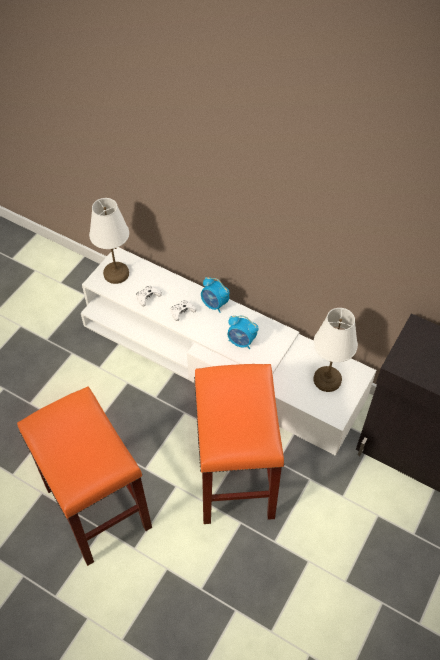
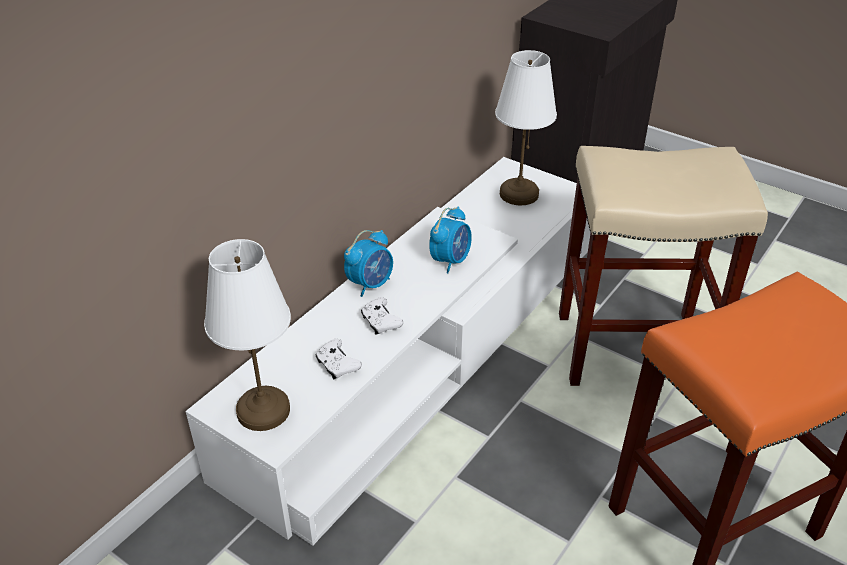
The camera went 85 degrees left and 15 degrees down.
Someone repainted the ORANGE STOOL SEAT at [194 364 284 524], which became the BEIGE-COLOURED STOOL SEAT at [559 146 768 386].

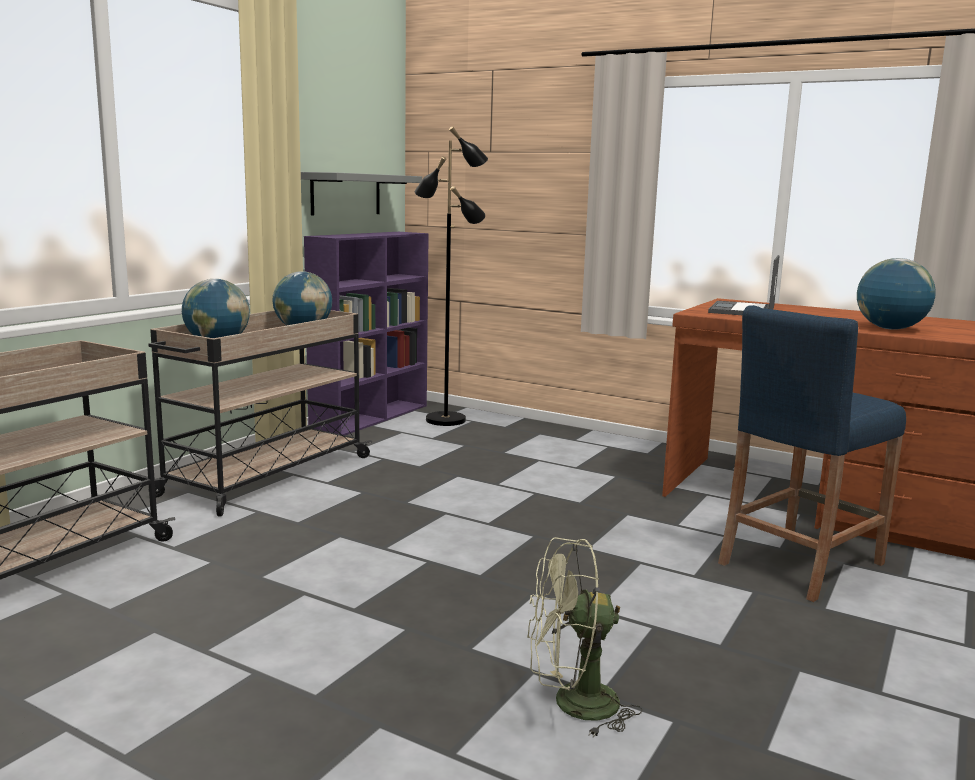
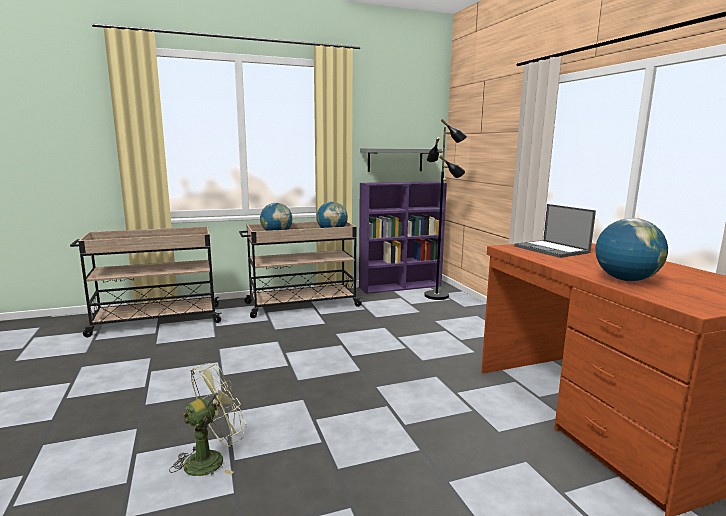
The camera went 40 degrees right and 0 degrees up.
Someone rotated the PORTABLE COMPUTER at [708 255 780 315] by 90 degrees counterclockwise.
Someone took away the BLUISH STOOL SEAT at [718 305 906 602].
Someone rotated the GREENISH ELECTRIC FAN at [527 537 642 737] by 105 degrees clockwise.

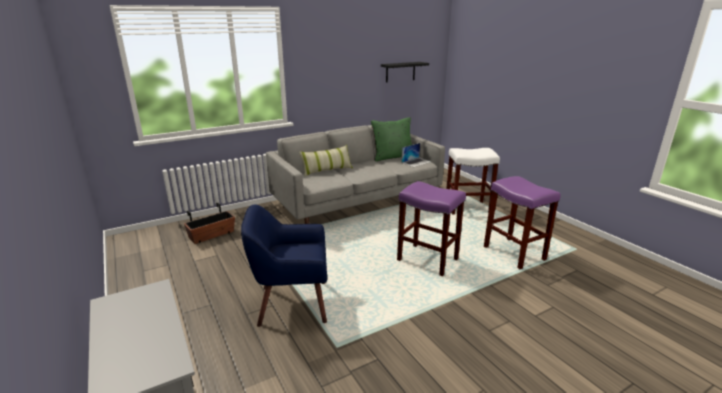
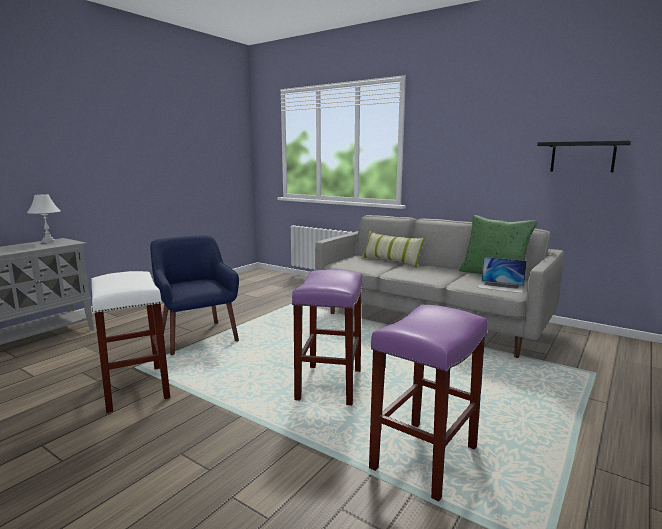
The camera went 65 degrees right and 10 degrees down.
Someone carried the WHITE-COLOURED STOOL SEAT from [446 148 500 214] to [91 271 170 413].
Someone took away the PLANT POT at [184 203 235 244].
Someone put down the WHITE-COLOURED TABLETOP LAMP at [27 194 60 243].

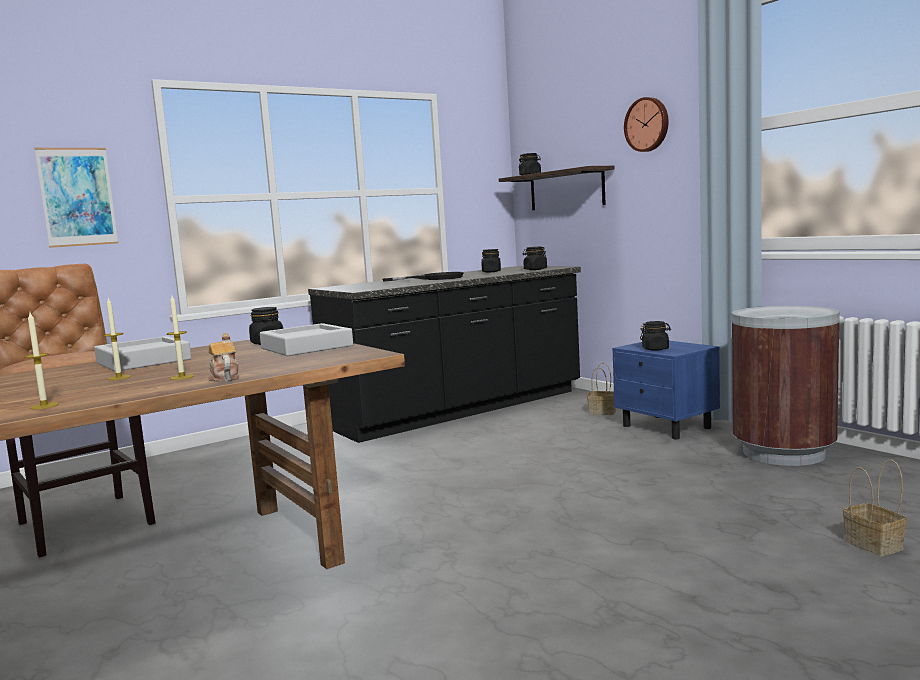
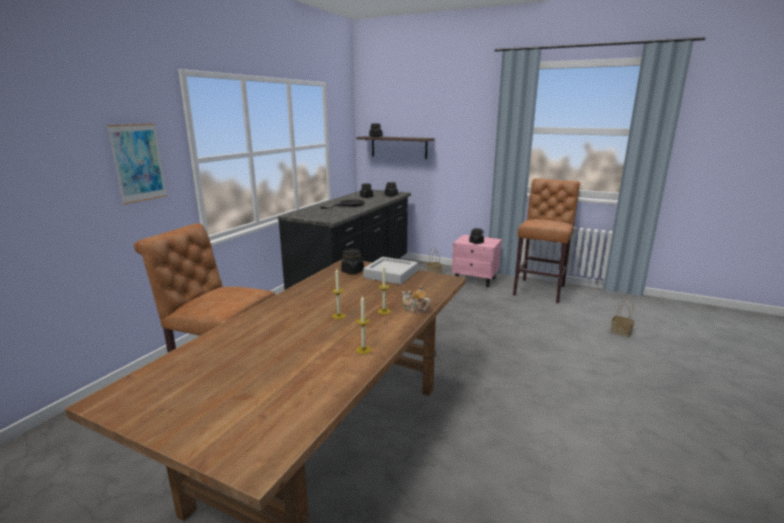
The camera went 30 degrees left and 10 degrees up.
Someone took away the CLOCK ON THE WALL at [624 97 669 152].
Someone swapped the BROWN RUBBISH BIN at [732 306 840 466] for the BROWN STOOL SEAT at [513 178 580 303].
Someone took away the GREYISH TRAY at [94 336 192 371].
Someone repainted the BLUISH BEDSIDE TABLE at [612 341 720 439], which became the PINK BEDSIDE TABLE at [452 235 502 287].

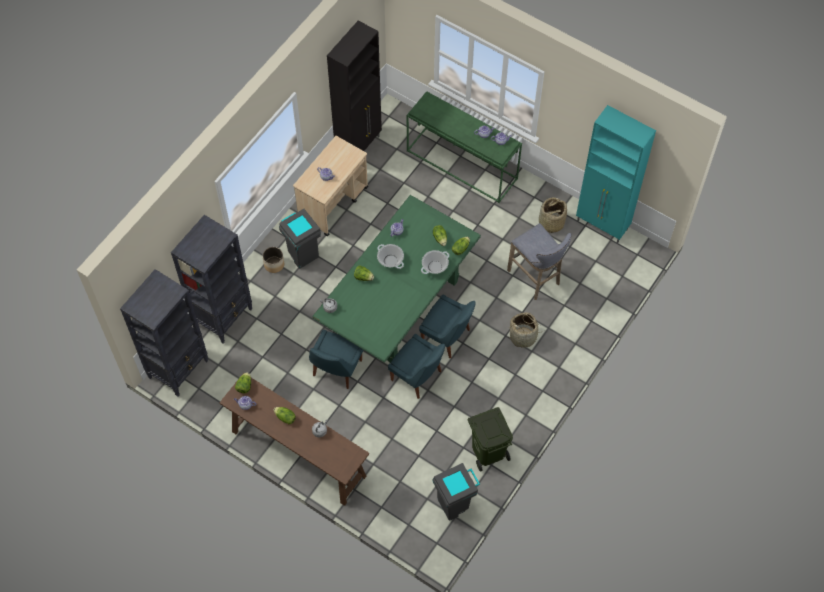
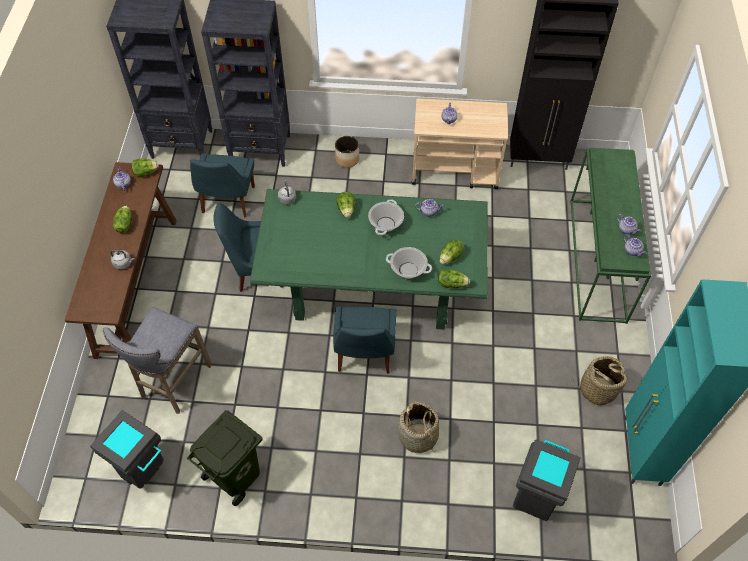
The camera went 60 degrees right and 5 degrees down.
Someone carried the GREYISH RUBBISH BIN from [279 209 321 269] to [513 439 581 521].
Someone carried the GREYISH STOOL SEAT from [507 223 572 300] to [103 307 212 414].
Someone carried the BLUISH PLAIN CHAIR from [388 334 445 399] to [190 153 255 217].

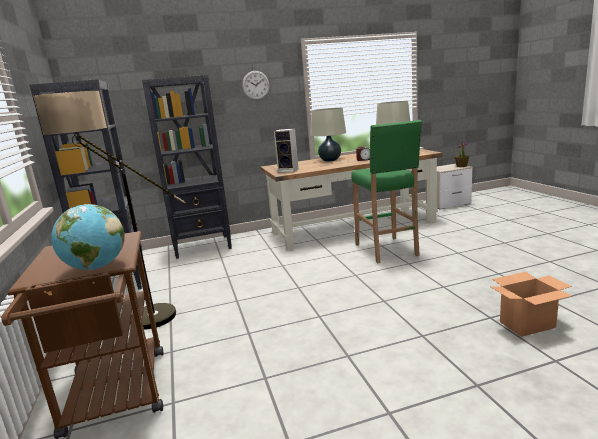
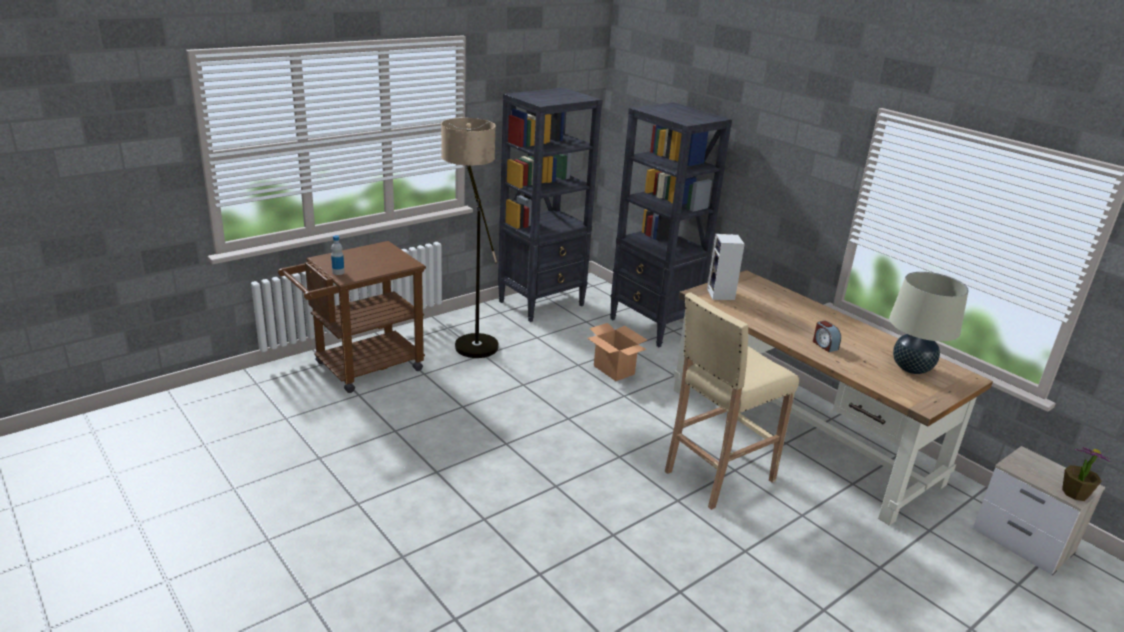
The camera went 65 degrees right and 10 degrees up.
Someone took away the CLOCK ON THE WALL at [242 71 270 100].
Someone took away the BEIGE-COLOURED TABLETOP LAMP at [311 107 346 162].
Someone repainted the GREENISH STOOL SEAT at [351 120 422 264], which became the BEIGE-COLOURED STOOL SEAT at [665 292 799 510].
Someone swapped the WORLD GLOBE at [51 204 125 270] for the BOTTLE at [331 235 345 275].
Someone carried the PACKING BOX from [491 272 572 337] to [587 323 647 381].

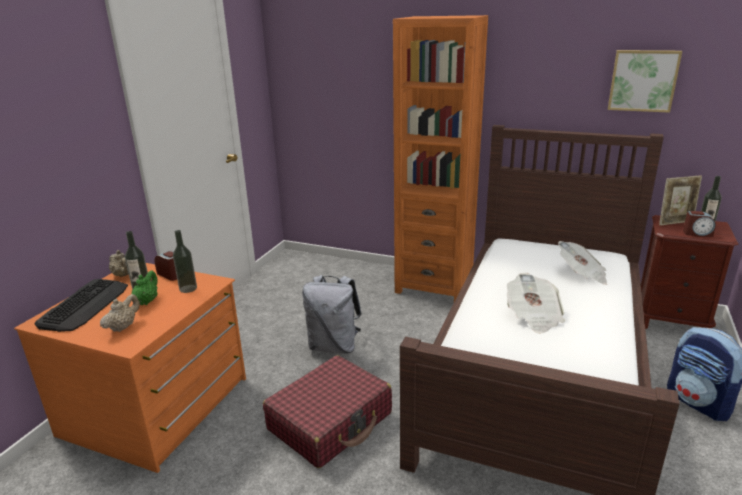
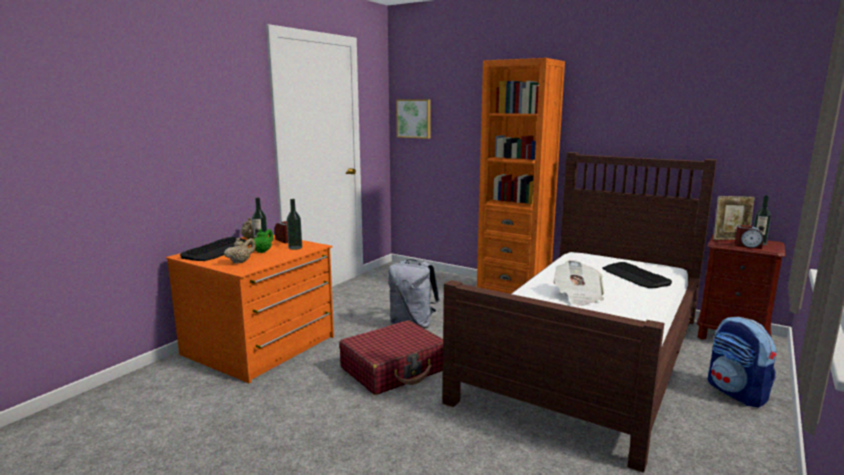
The camera went 10 degrees right and 10 degrees down.
Someone carried the WALL ART from [608 50 682 113] to [396 99 431 139].
Someone swapped the PRINTED PAPER at [558 241 607 285] for the PC KEYBOARD at [602 262 672 288].

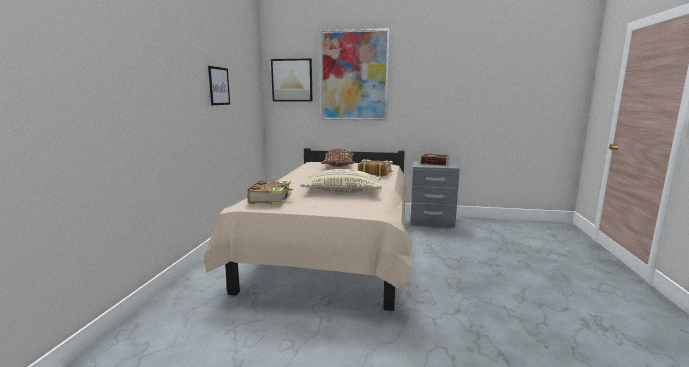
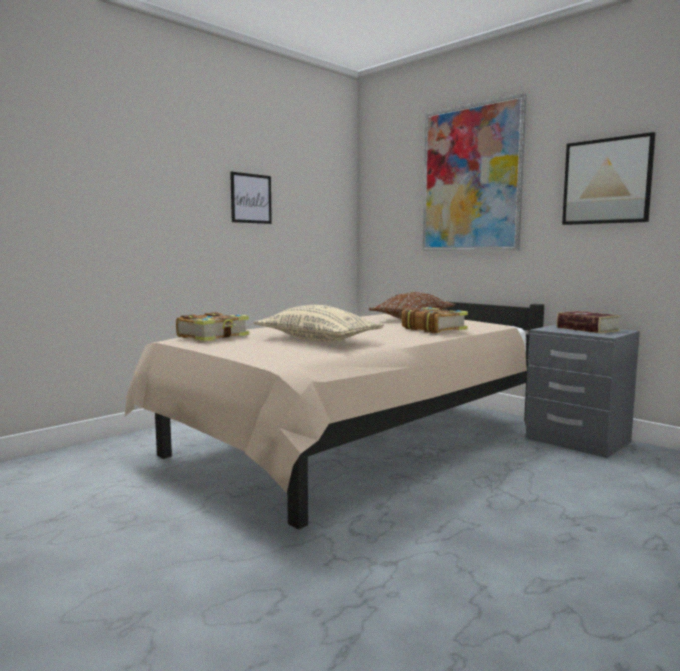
The camera went 35 degrees right and 5 degrees down.
Someone carried the WALL ART from [271 58 313 102] to [562 132 655 225].

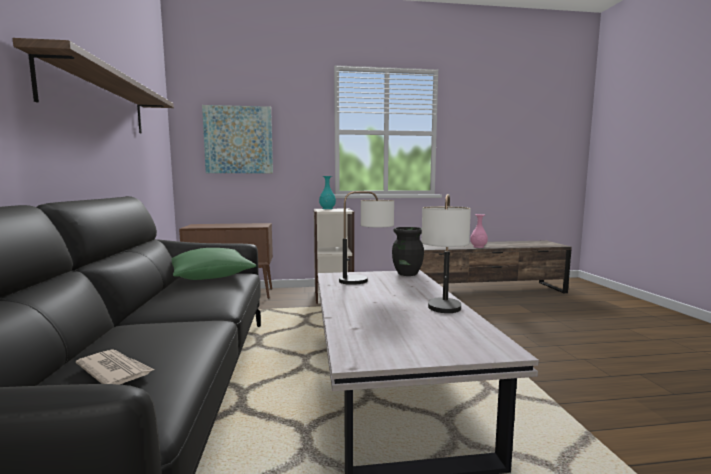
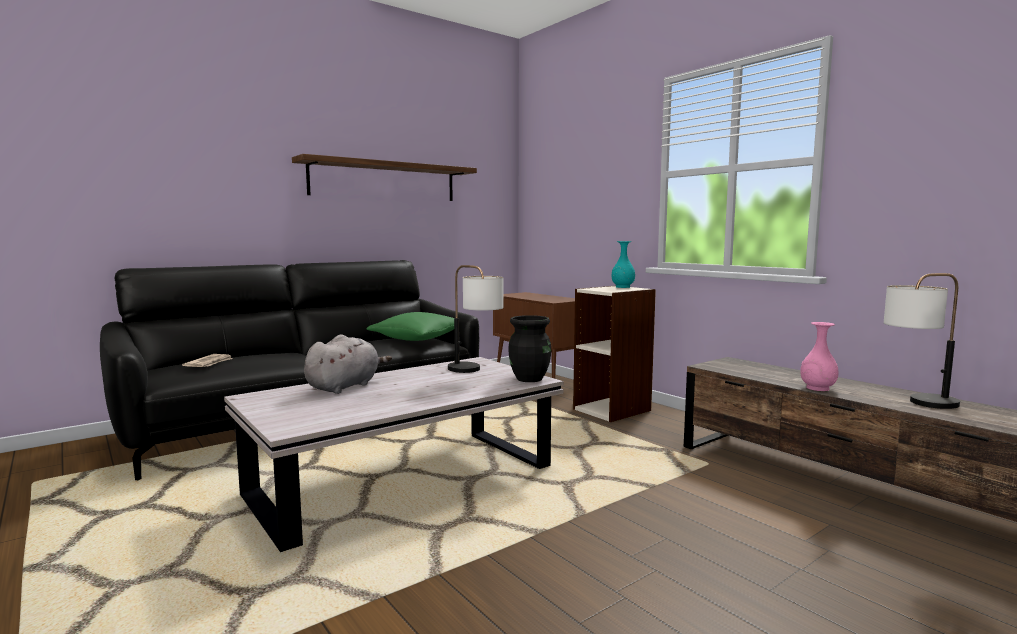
The camera went 60 degrees right and 0 degrees up.
Someone took away the WALL ART at [202 105 273 173].
Someone carried the TABLETOP LAMP from [422 194 471 313] to [884 273 960 409].
Someone put down the GREYISH PLUSH TOY at [304 334 392 394].

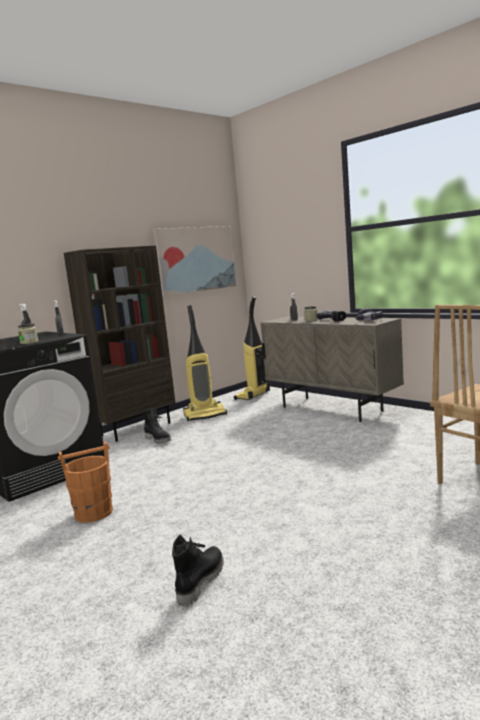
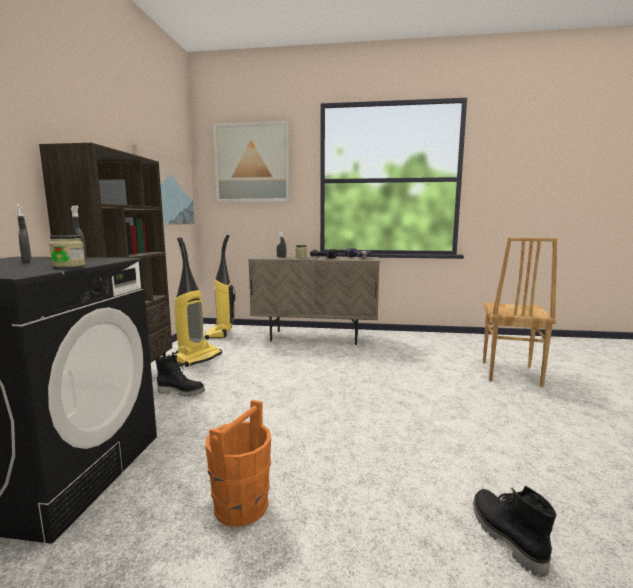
The camera went 40 degrees left and 0 degrees up.
Someone put up the WALL ART at [213 121 290 202].

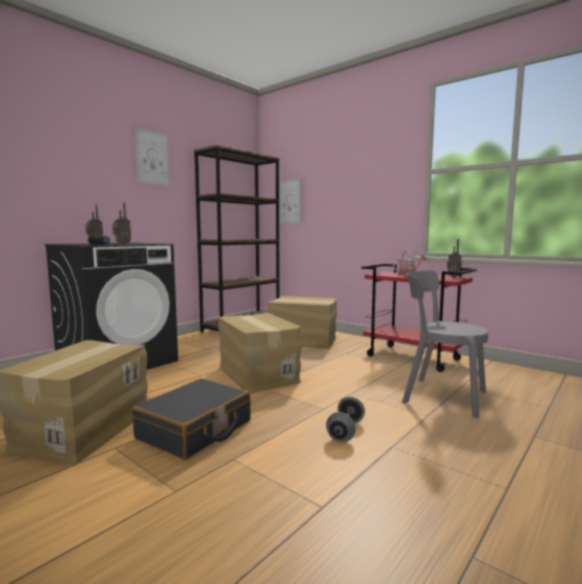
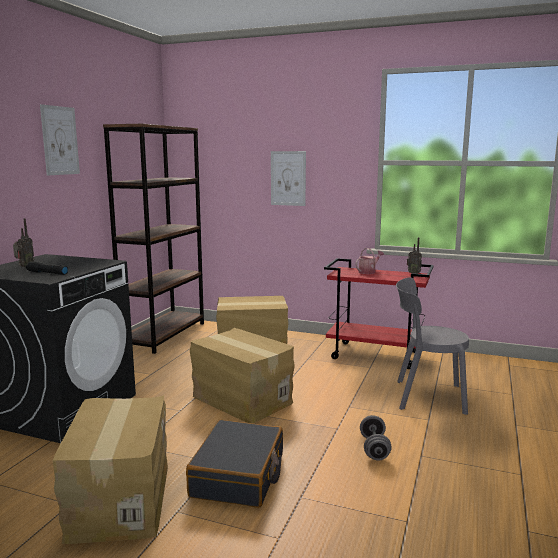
The camera went 20 degrees left and 5 degrees up.
Someone carried the WALL ART from [279 179 301 223] to [271 151 306 206].
Someone took away the RADIO at [112 202 131 244].

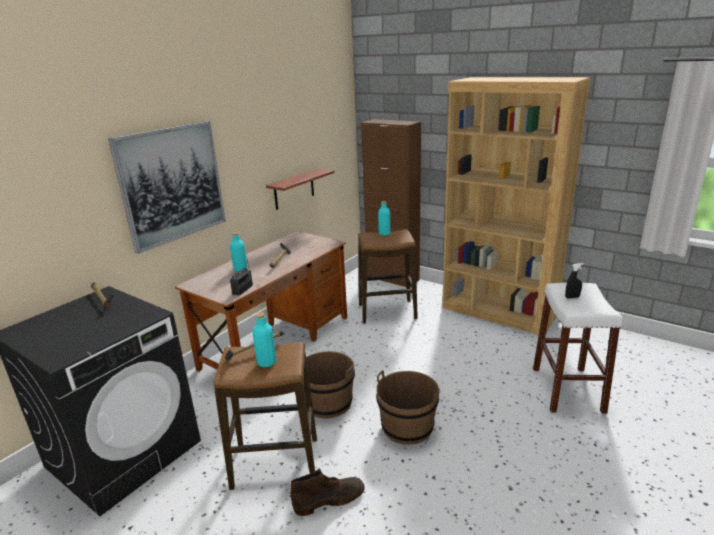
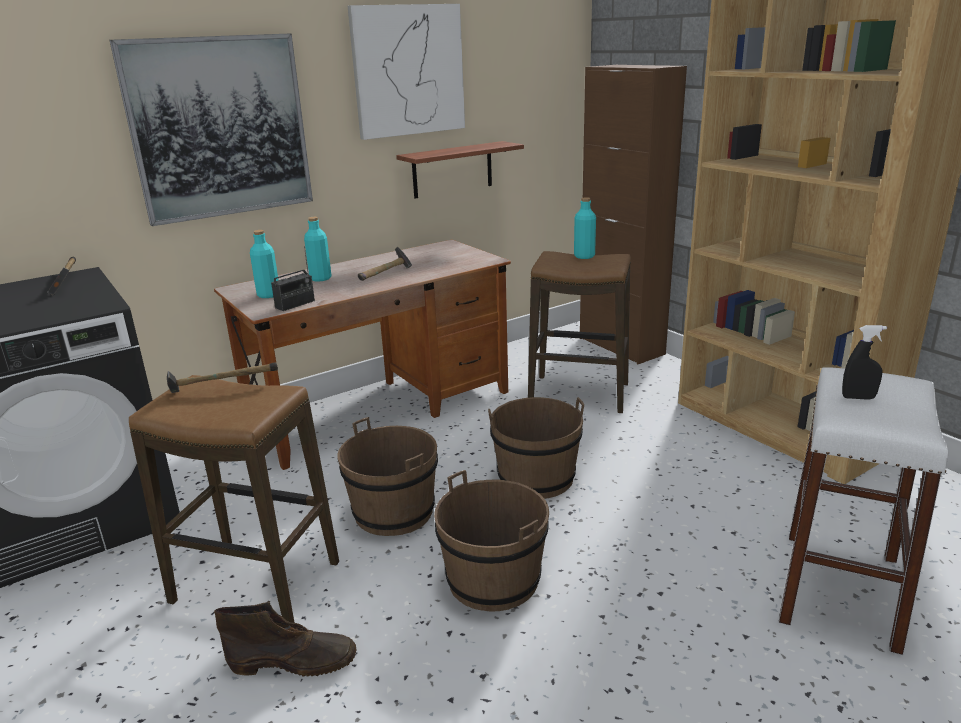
The camera went 20 degrees right and 0 degrees up.
Someone carried the BLUE-GREEN BOTTLE from [252 312 276 367] to [250 230 278 298].
Someone put up the WALL ART at [348 4 465 140].
Someone put down the BROWN BUCKET at [488 397 584 499].

